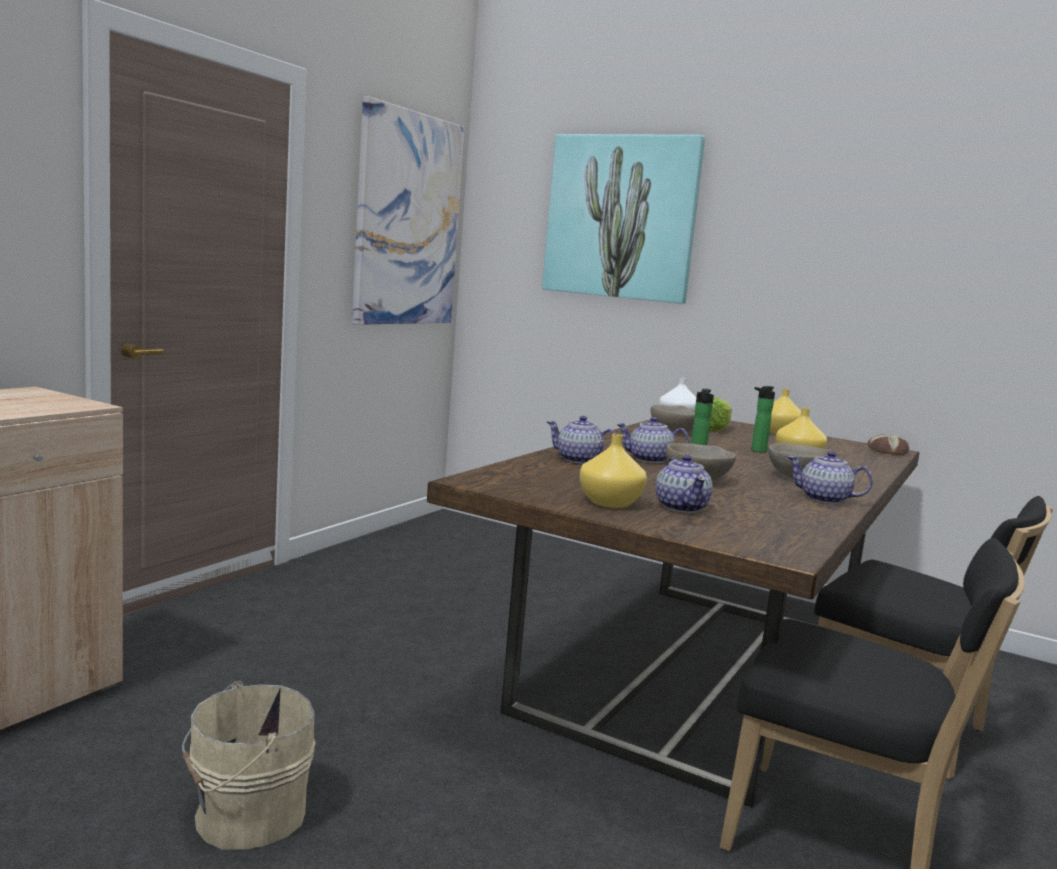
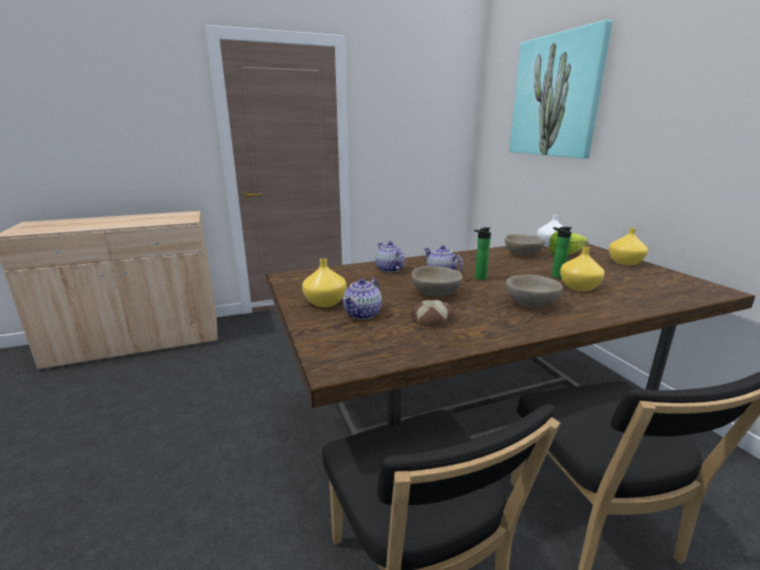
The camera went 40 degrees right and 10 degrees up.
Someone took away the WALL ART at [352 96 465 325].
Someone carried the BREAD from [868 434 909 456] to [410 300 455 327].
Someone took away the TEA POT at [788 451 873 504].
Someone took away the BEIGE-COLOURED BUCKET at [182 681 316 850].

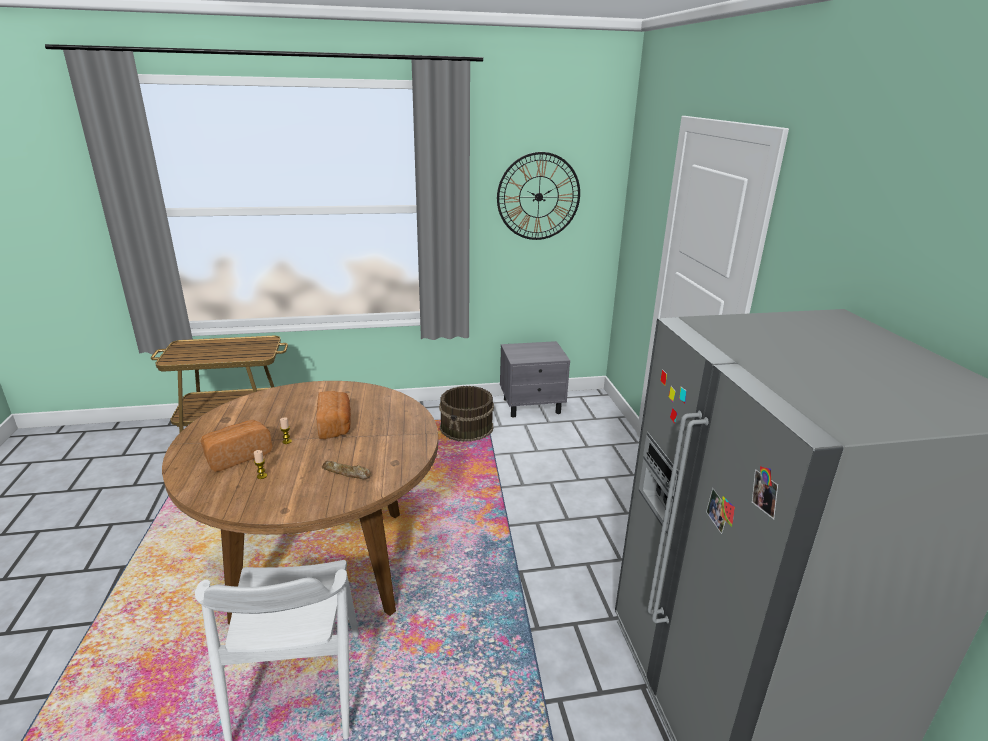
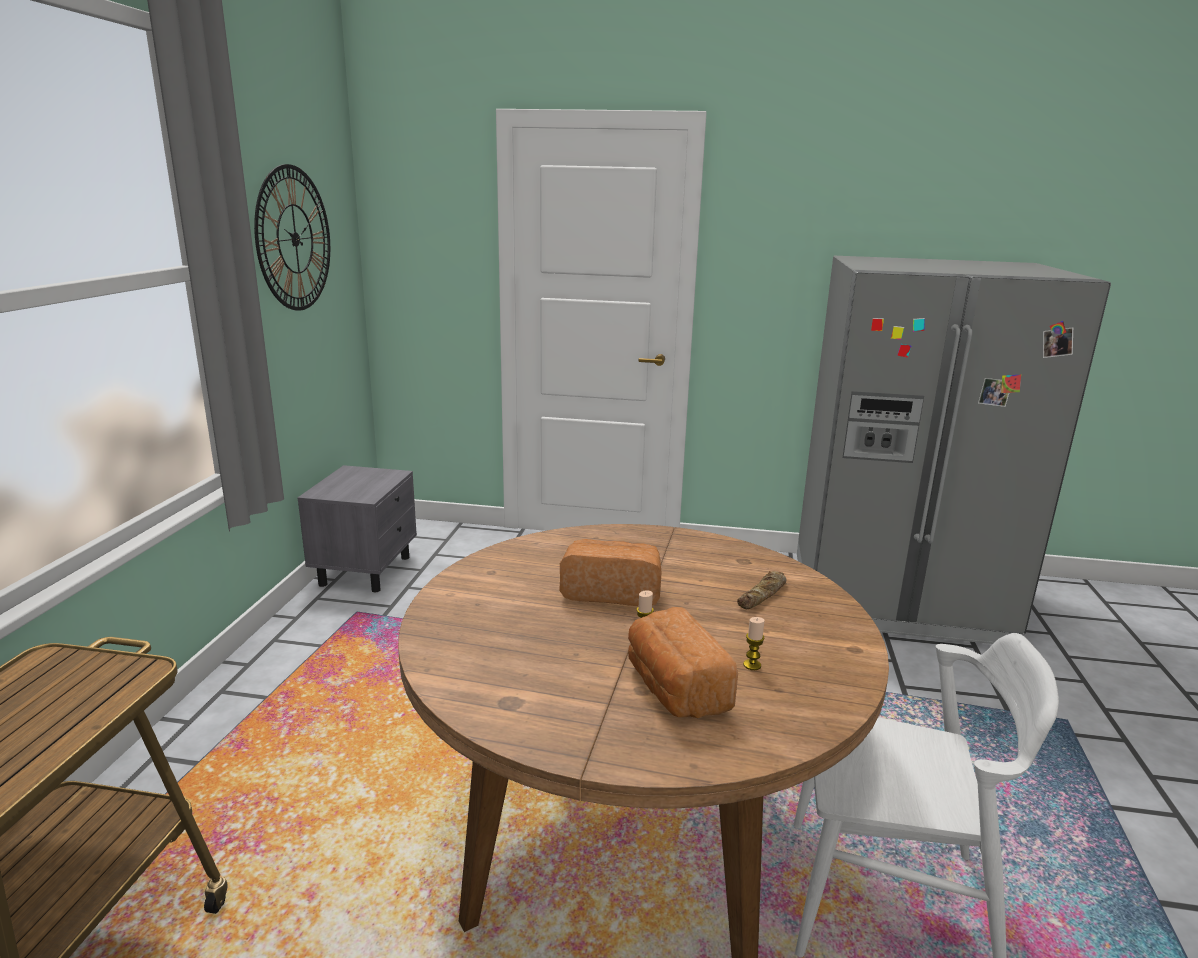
The camera went 70 degrees left and 5 degrees down.
Someone took away the BROWN BUCKET at [439 386 494 442].

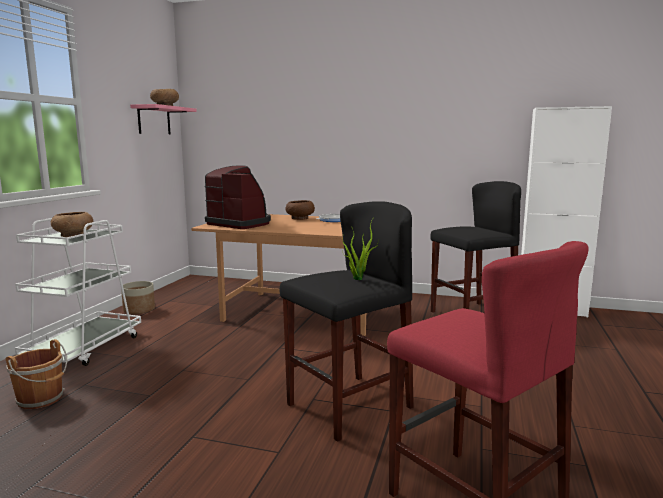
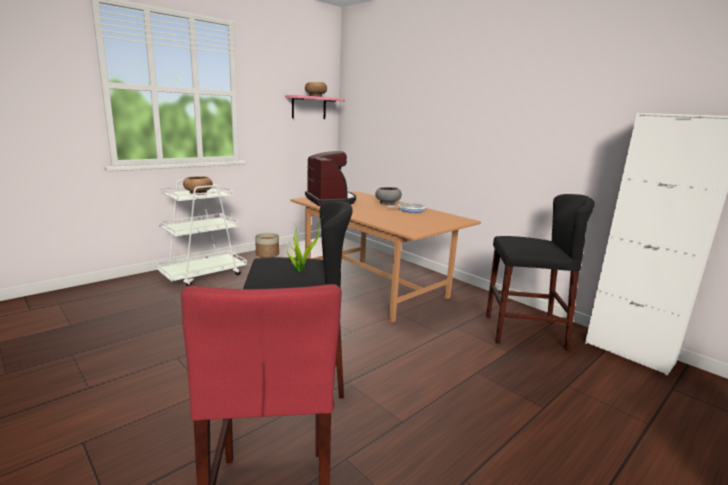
The camera went 30 degrees right and 5 degrees up.
Someone repainted the BROWN SERVING BOWL at [285 200 315 220], which became the GREYISH SERVING BOWL at [375 187 402 205].
Someone took away the BROWN BUCKET at [6 339 68 409].

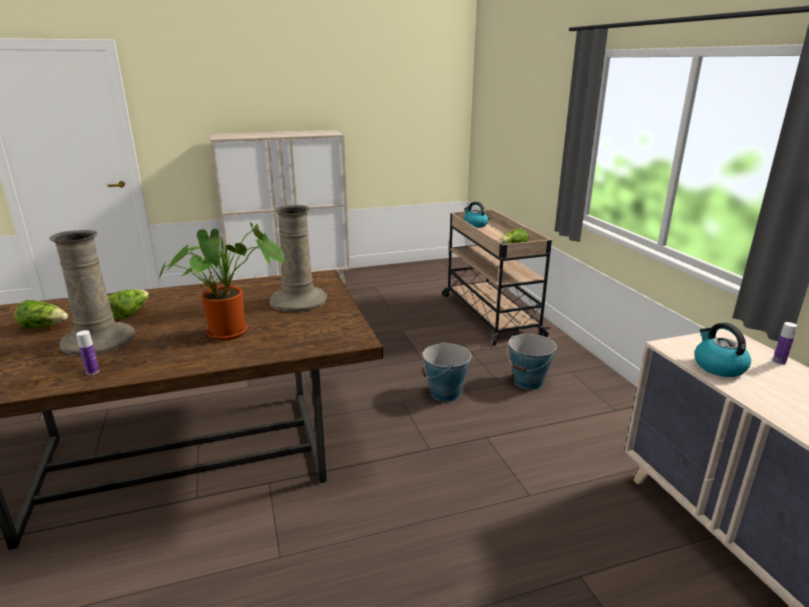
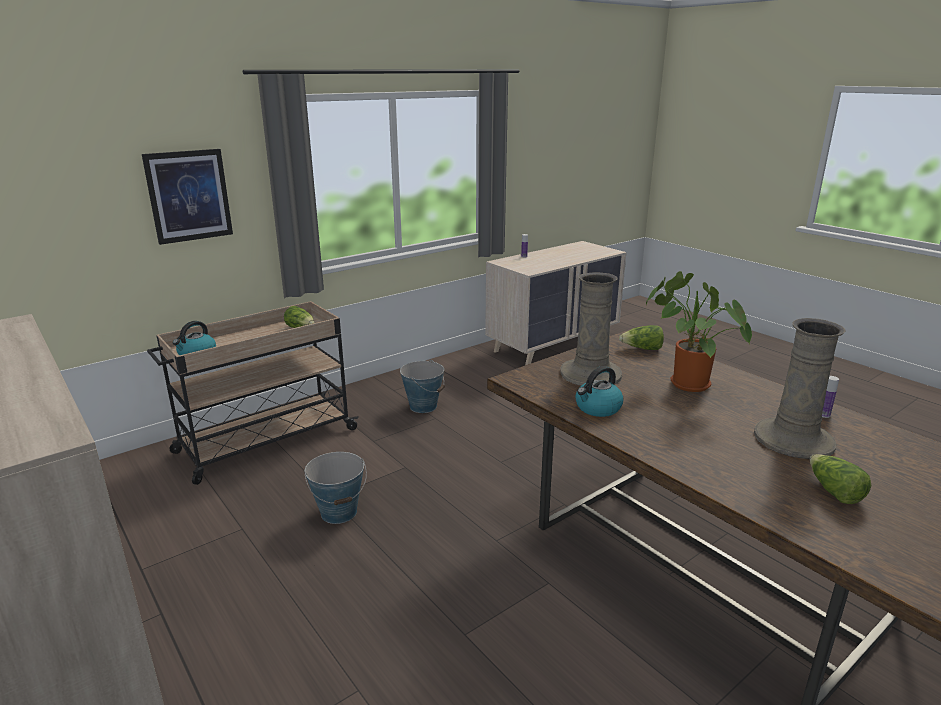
The camera went 110 degrees left and 0 degrees up.
Someone carried the LETTUCE from [108 289 149 320] to [619 325 664 350].
Someone carried the TEA KETTLE from [695 323 751 377] to [575 366 623 417].
Someone carried the BUCKET from [422 342 471 402] to [305 452 367 524].
Someone put up the WALL ART at [142 149 233 245].

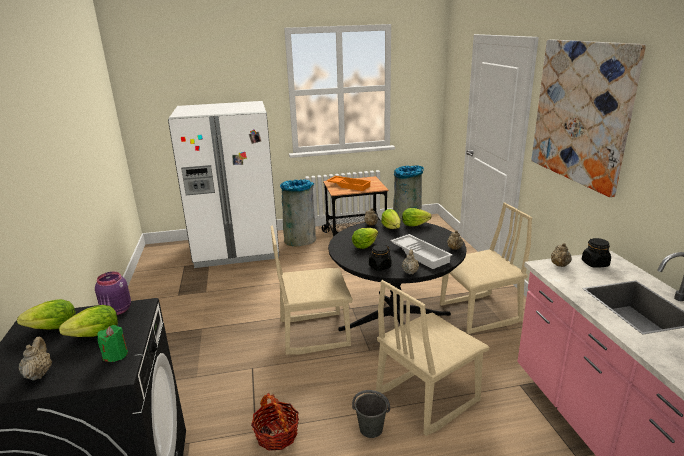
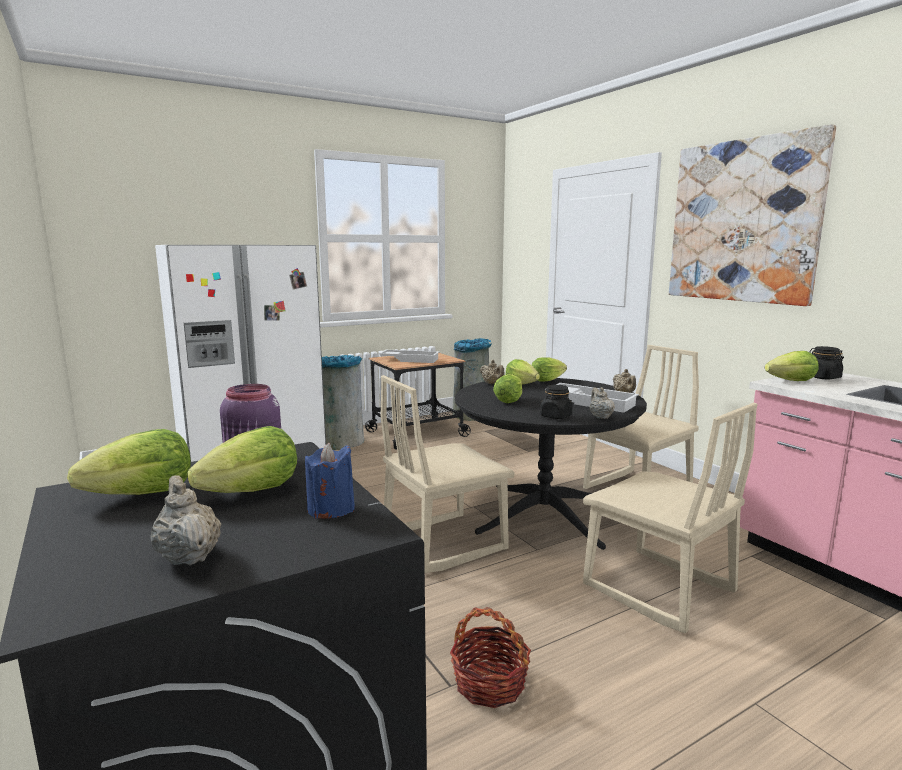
The camera went 20 degrees left and 10 degrees down.
Someone repainted the ORANGE TRAY at [327 176 371 191], which became the WHITE-COLOURED TRAY at [379 350 440 363].
Someone swapped the BEIGE-COLOURED TEA POT at [551 243 572 267] for the LETTUCE at [765 351 818 381].
Someone rotated the BEIGE-COLOURED PLAIN CHAIR at [376 280 489 436] by 75 degrees counterclockwise.
Someone repainted the GREENISH CANDLE at [98 325 128 362], which became the BLUISH CANDLE at [305 443 355 519].
Someone took away the GREYISH BUCKET at [352 390 390 438].

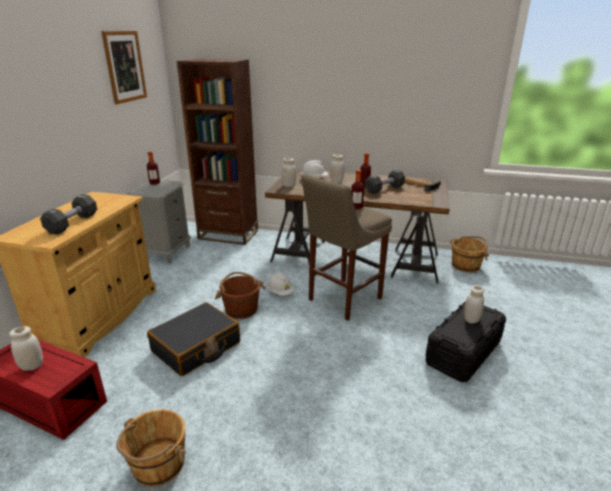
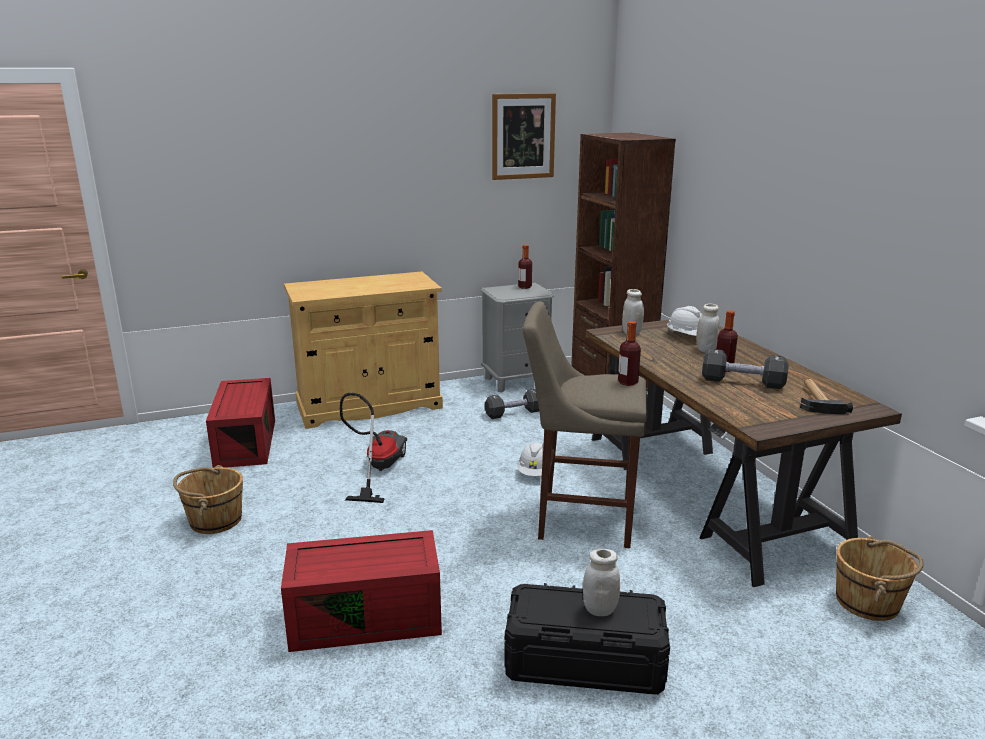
The camera went 55 degrees right and 5 degrees down.
Someone carried the BLACK HAND WEIGHT from [40 195 97 235] to [485 389 539 419].
Someone took away the BROWN BUCKET at [215 272 265 319].
Someone swapped the BLACK PIECE OF LUGGAGE at [147 302 240 376] for the VACUUM at [340 393 407 503].
Someone took away the WHITE-COLOURED PRESERVE JAR at [9 326 43 371].
Someone put down the RED STORAGE BOX at [281 530 442 652].

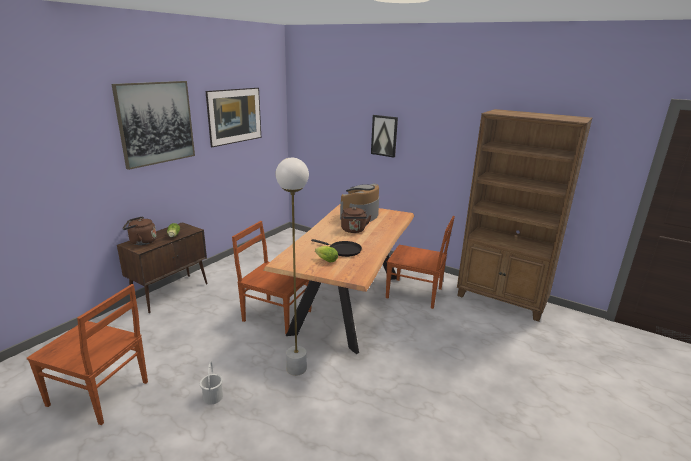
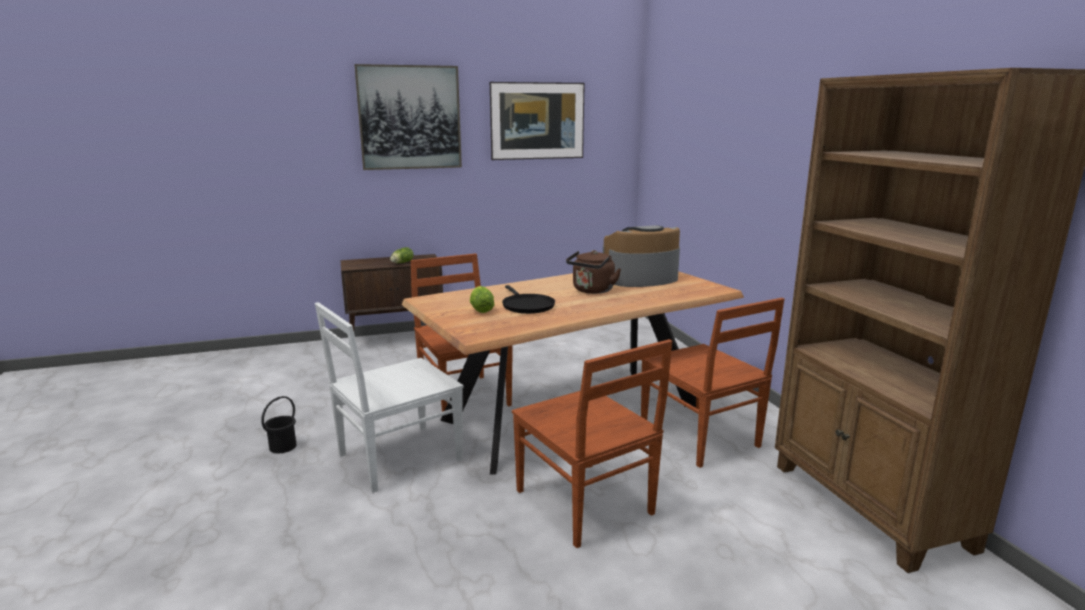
The camera went 40 degrees right and 5 degrees down.
Someone took away the WALL ART at [371 115 398 158].
Someone swapped the WHITE-COLOURED FLOOR LAMP at [276 158 309 376] for the WHITE-COLOURED PLAIN CHAIR at [315 302 463 493].
Someone took away the BROWN TEA KETTLE at [123 216 157 245].
Someone carried the BROWN PLAIN CHAIR from [27 284 148 425] to [512 339 672 548].
Someone repainted the WHITE-COLOURED BUCKET at [200 362 223 405], which became the BLACK BUCKET at [261 396 296 453].

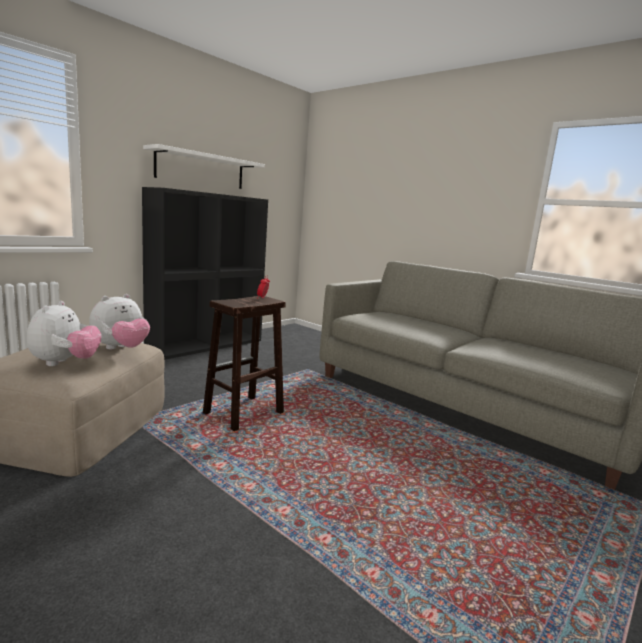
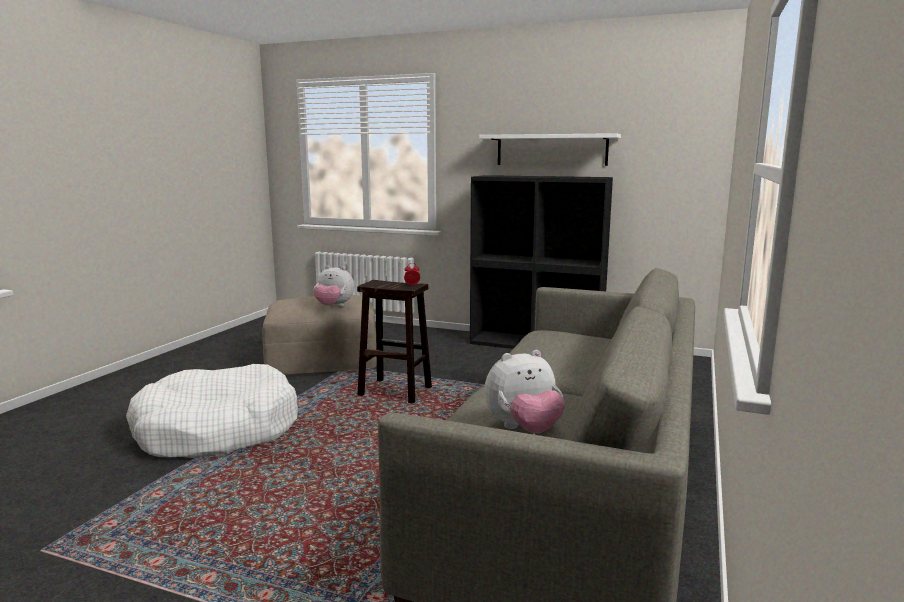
The camera went 70 degrees right and 0 degrees up.
Someone carried the PLUSH TOY from [27 301 102 366] to [485 350 565 434].
Someone put down the WHITE-COLOURED DOG CUSHION at [126 364 298 458].

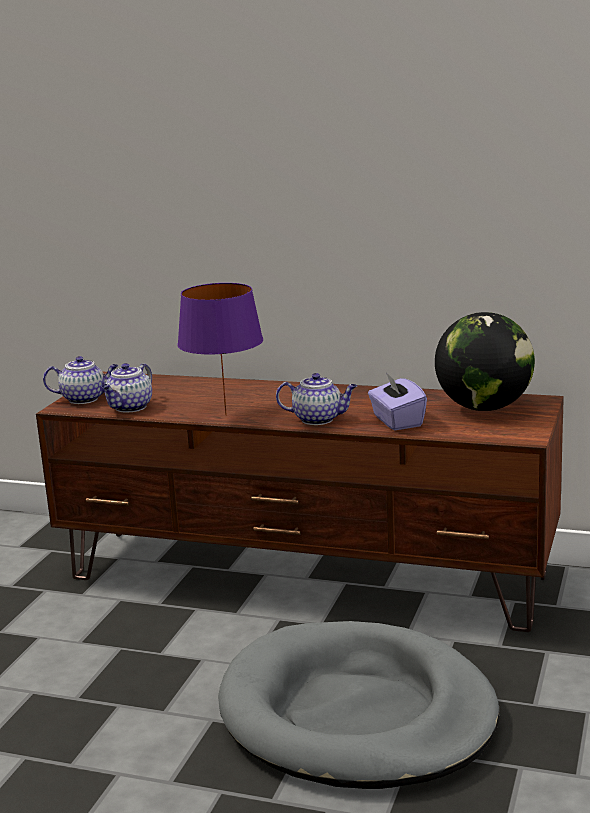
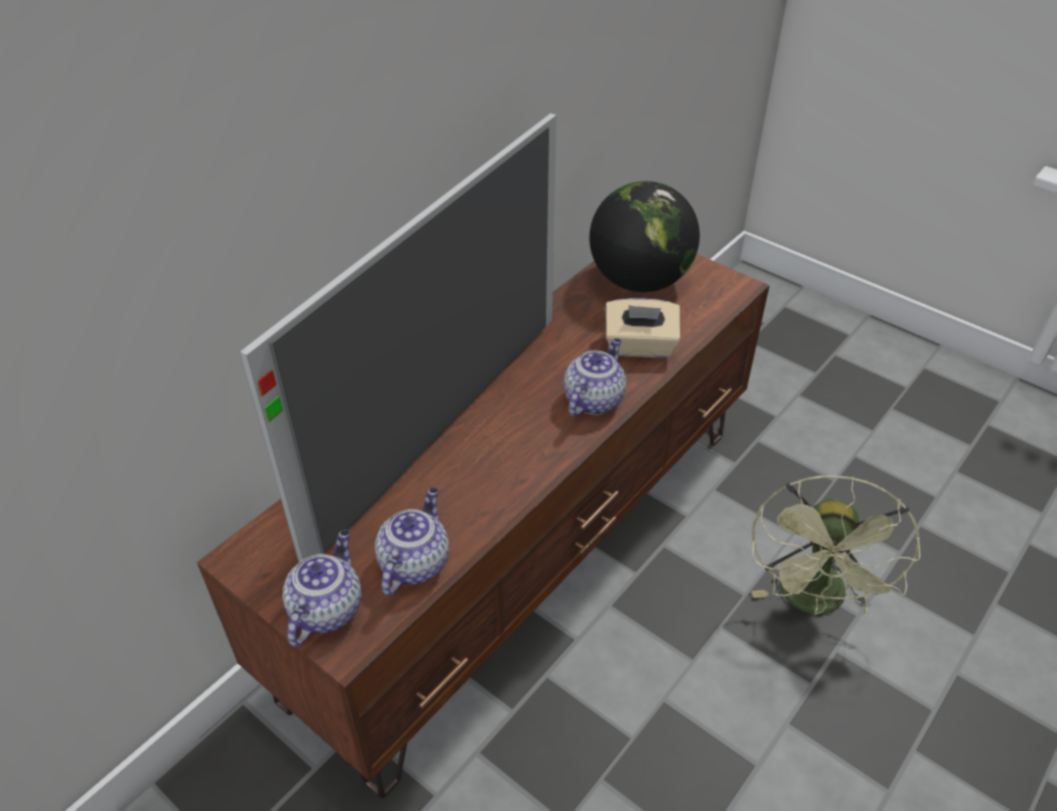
The camera went 70 degrees left and 25 degrees up.
Someone took away the PURPLISH TABLETOP LAMP at [177 283 263 416].
Someone rotated the TEA POT at [101 363 152 412] by 120 degrees counterclockwise.
Someone repainted the PURPLISH TISSUE HOLDER at [368 373 427 431], which became the BEIGE-COLOURED TISSUE HOLDER at [606 298 680 358].
Someone swapped the GREYISH DOG CUSHION at [218 621 500 789] for the GREENISH ELECTRIC FAN at [751 475 920 615].
Someone put down the TELEVISION at [239 113 557 563].

